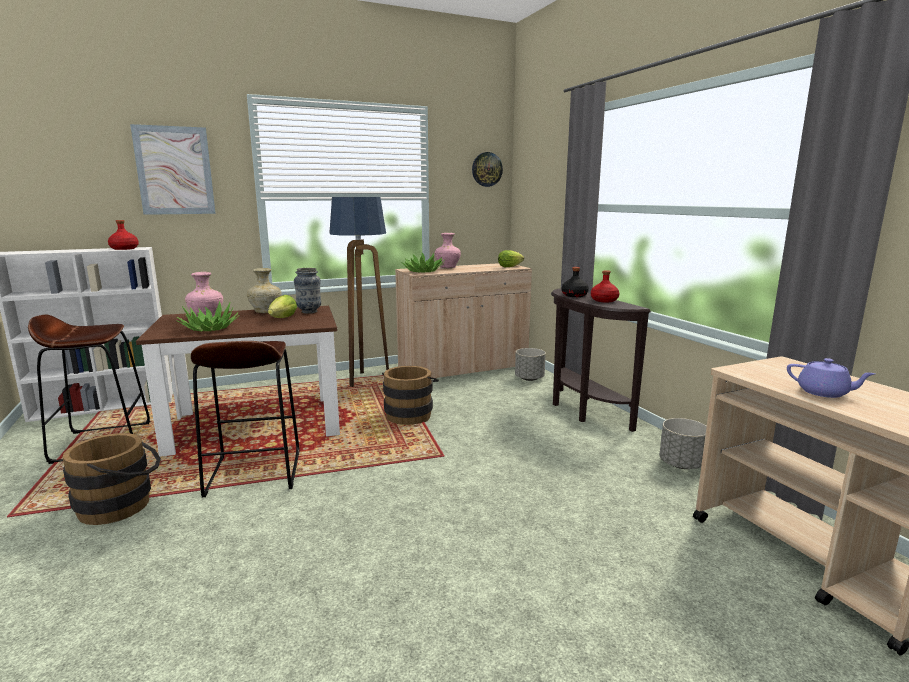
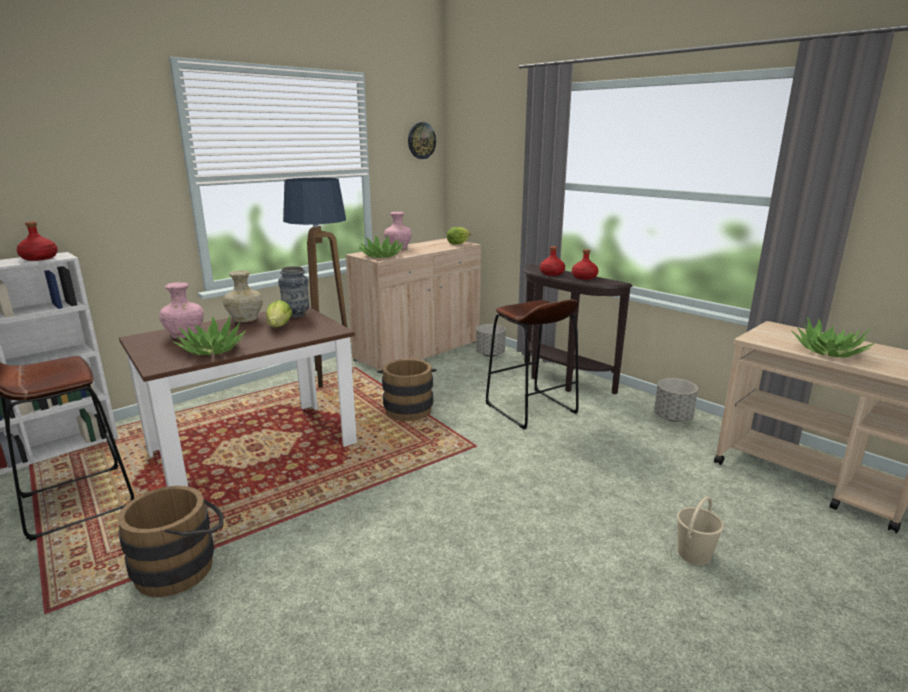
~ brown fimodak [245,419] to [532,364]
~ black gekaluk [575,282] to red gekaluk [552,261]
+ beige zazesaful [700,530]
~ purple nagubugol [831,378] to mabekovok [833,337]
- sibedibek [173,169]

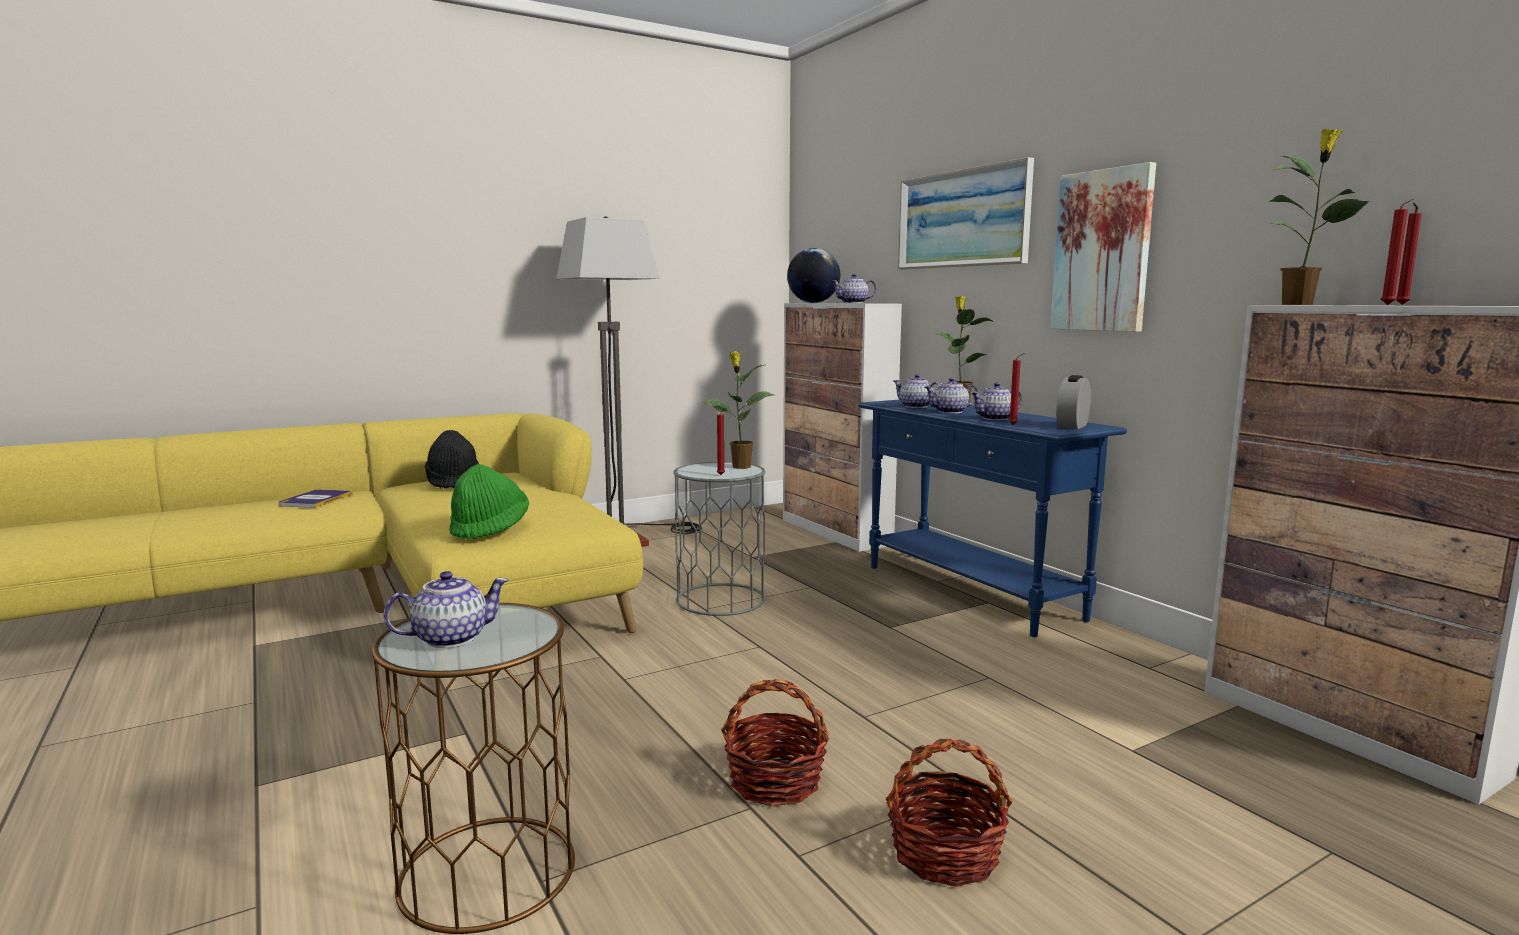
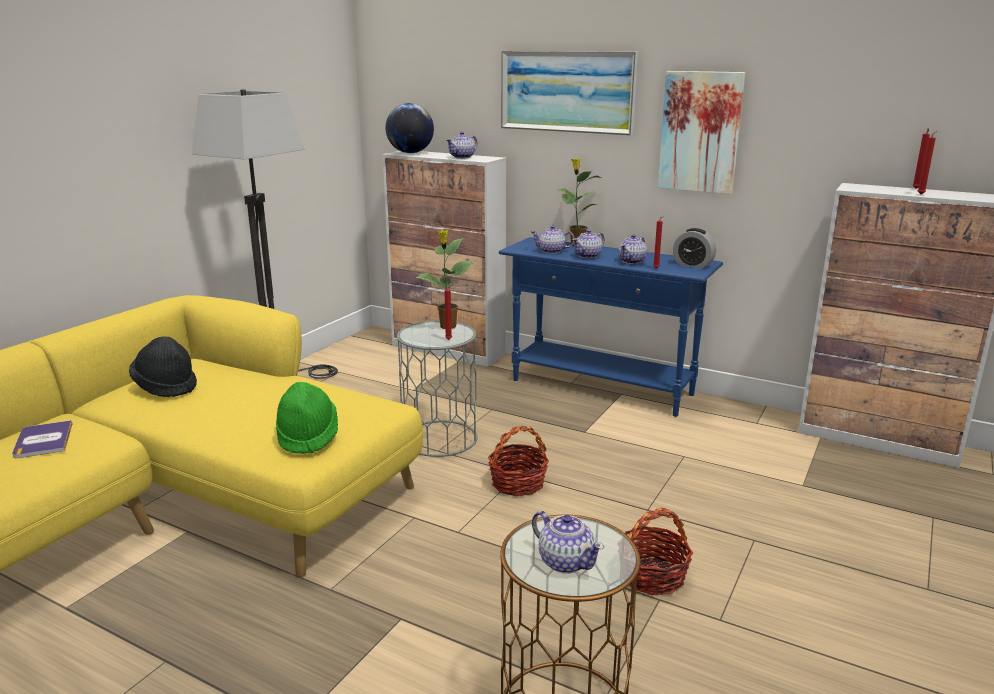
~ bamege [949,813] to [518,461]
~ nagubugol [446,609] = [568,542] 105 degrees clockwise
~ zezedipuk [1073,402] = [694,248] 60 degrees counterclockwise
- mabekovok [1319,217]

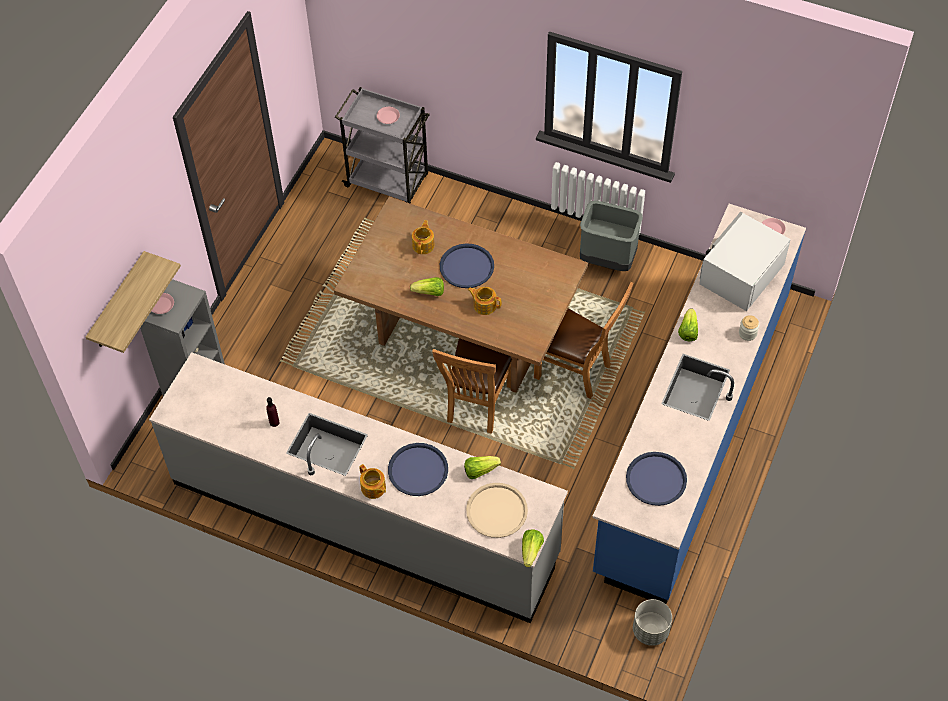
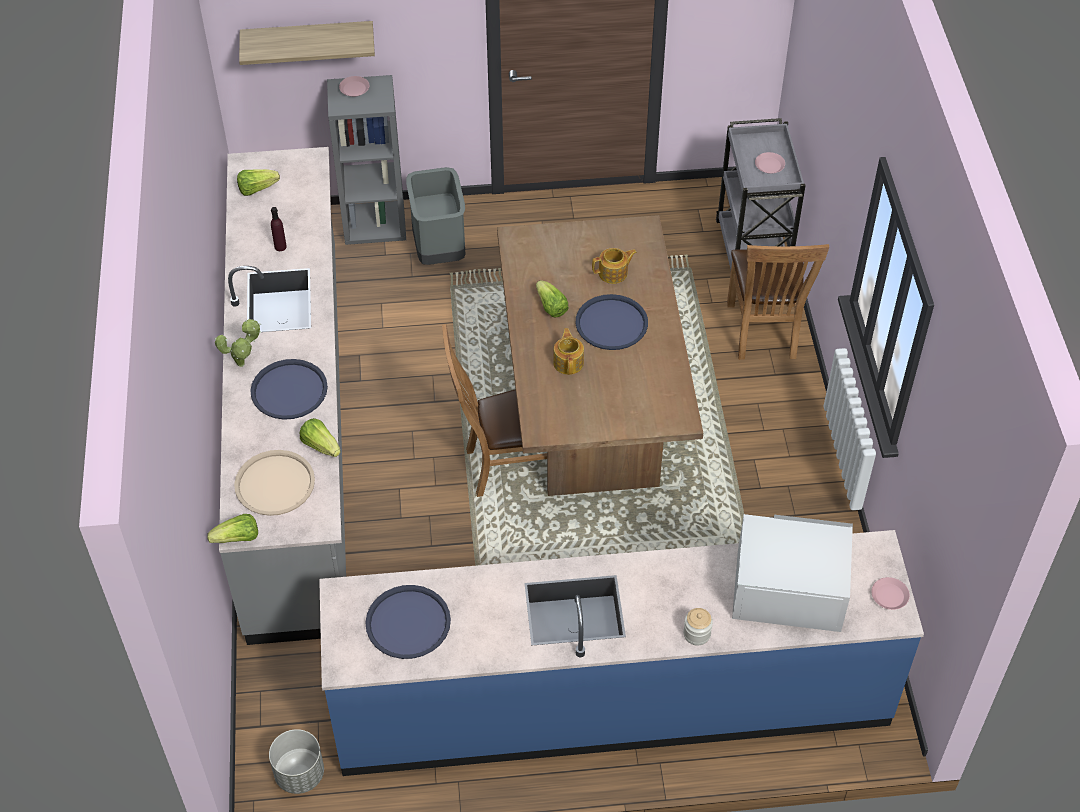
~ nagubugol [372,481] to mabekovok [237,343]
~ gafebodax [688,324] to [258,182]
~ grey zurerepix [611,236] to [435,216]
~ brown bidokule [583,340] to [778,302]

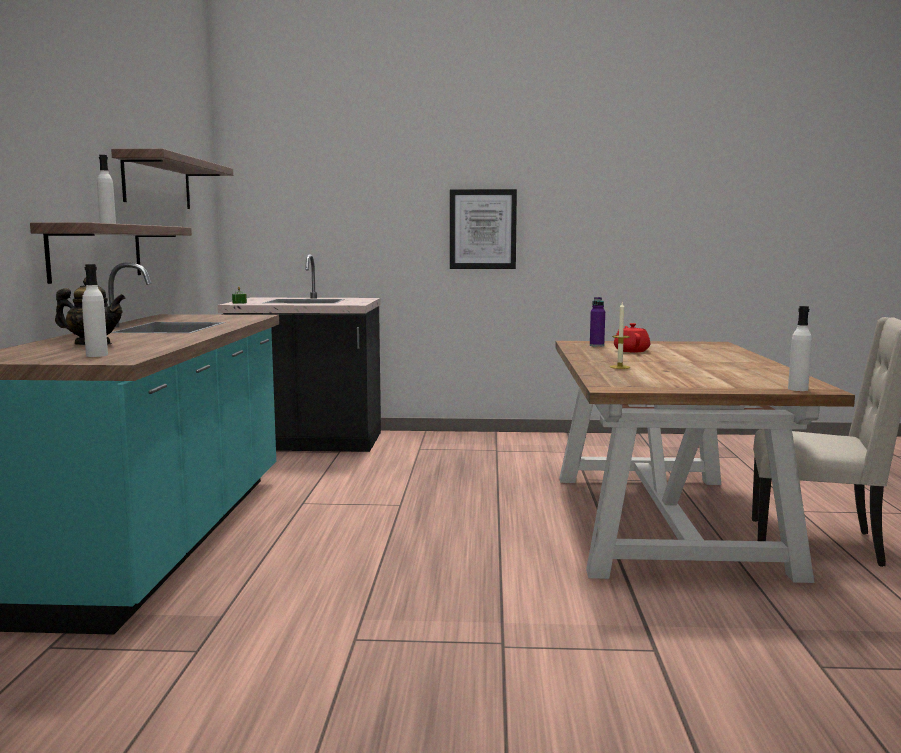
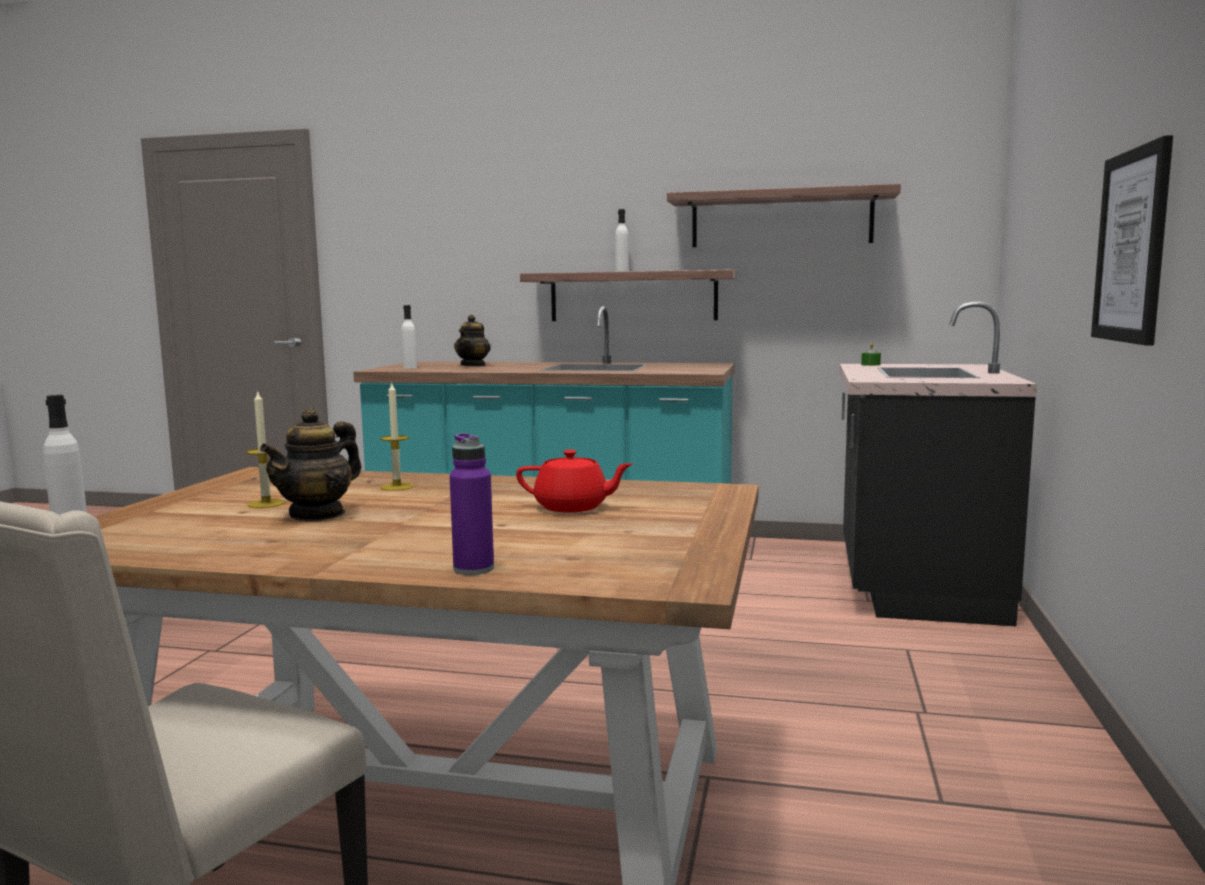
+ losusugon [265,449]
+ nagubugol [311,464]
~ purple gekaluk [597,322] to [472,504]

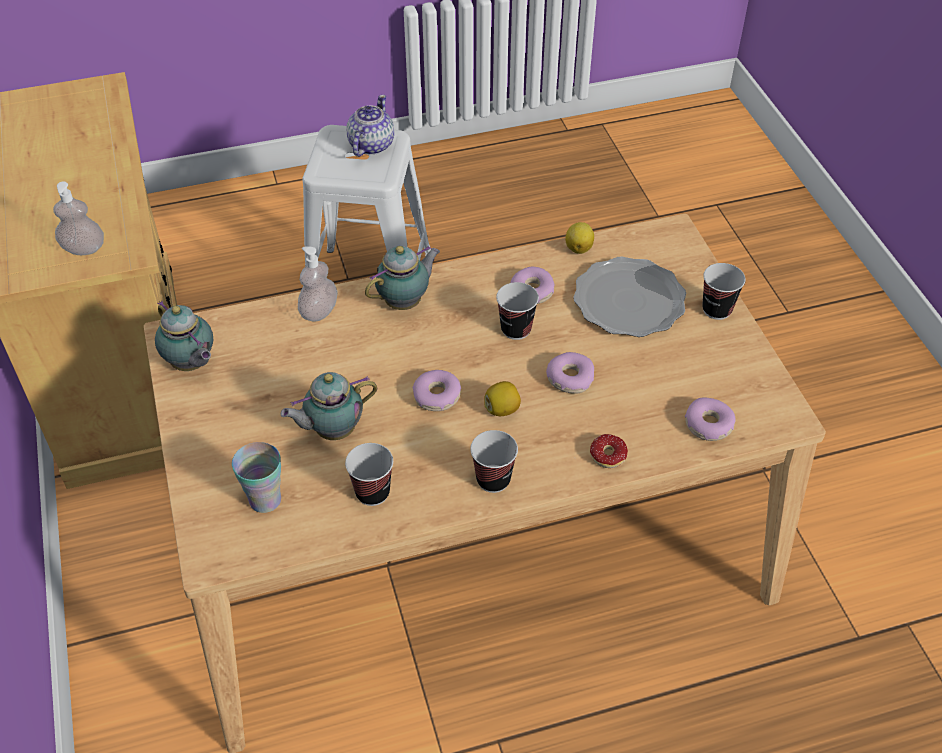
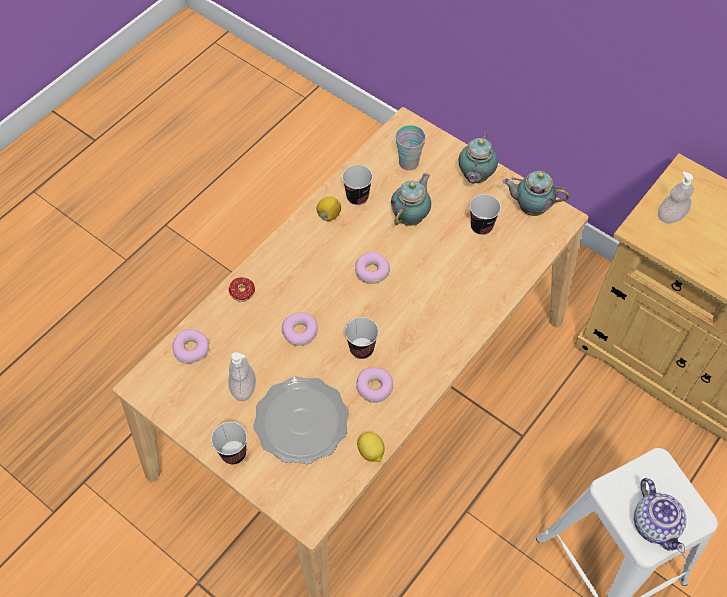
~ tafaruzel [317,284] to [242,376]
~ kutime [502,398] to [329,209]
~ nagubugol [402,278] to [478,157]
~ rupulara [494,461] to [485,214]

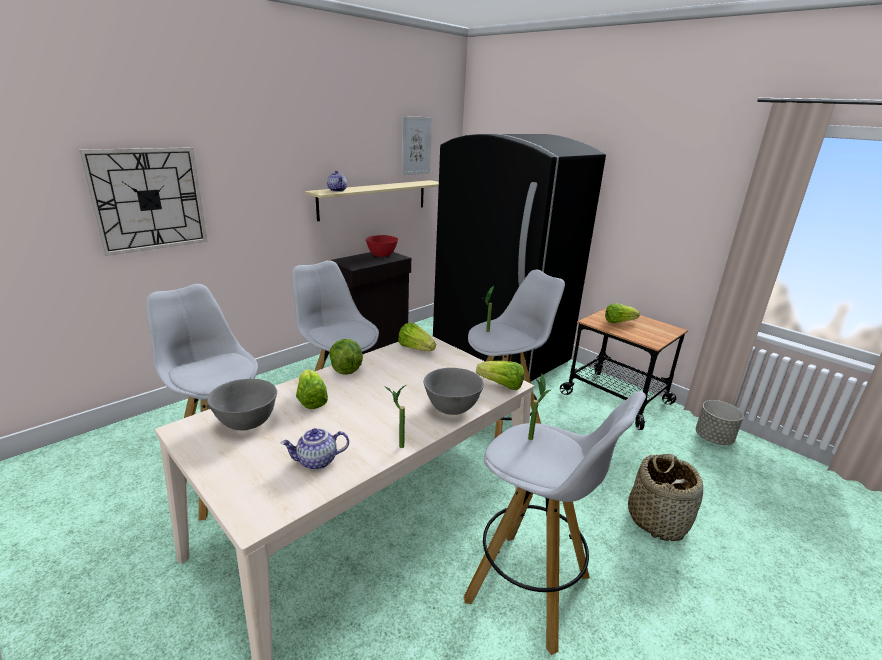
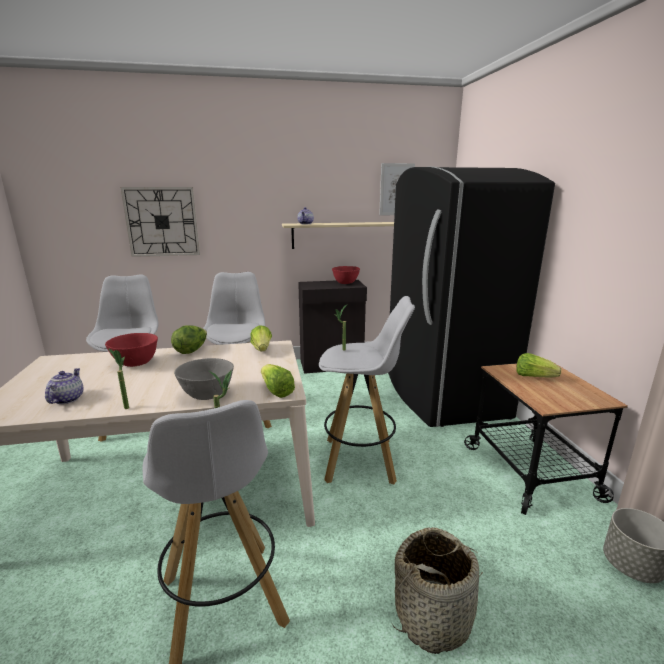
~ nagubugol [315,449] = [64,386] 75 degrees clockwise
~ gafebodax [312,389] to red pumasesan [131,350]
- grey pumasesan [242,404]

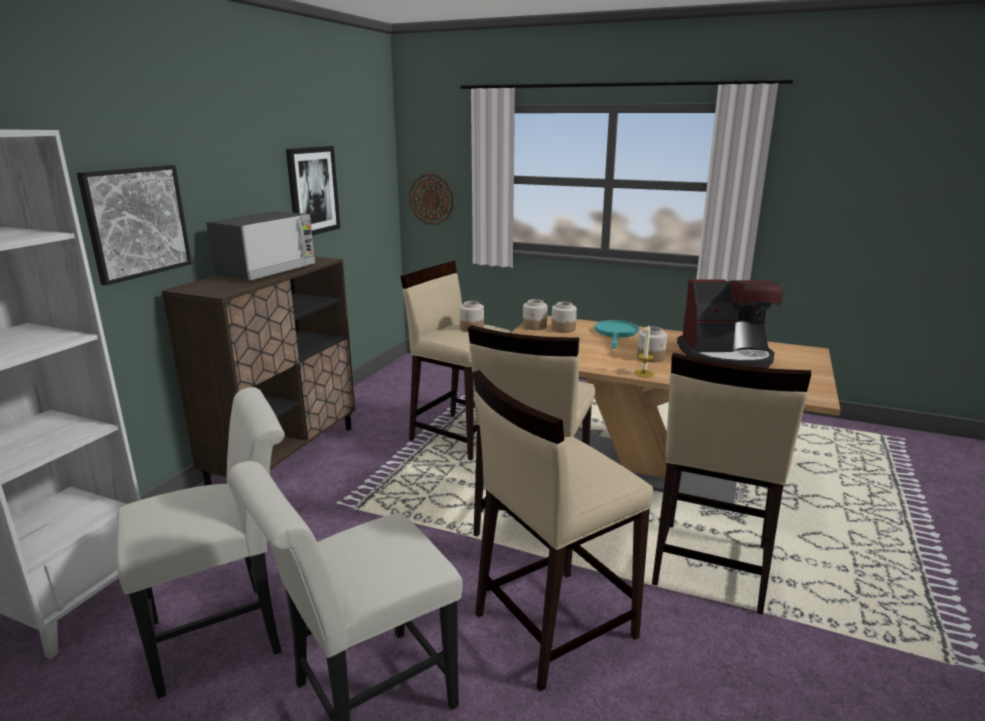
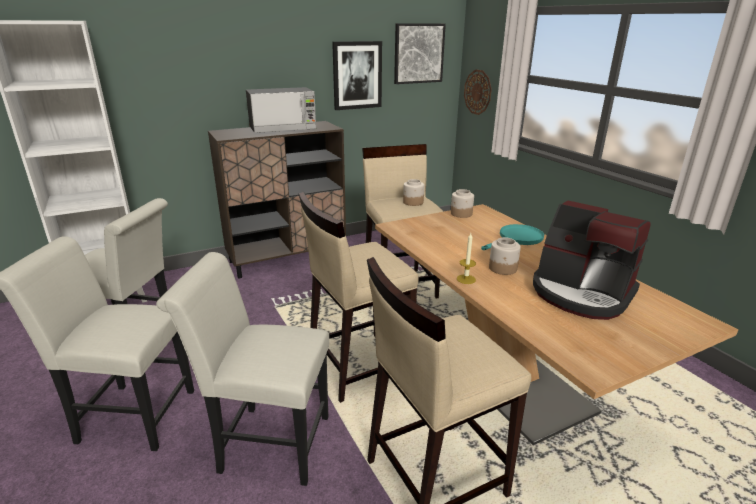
~ beige fimodak [562,531] to white bidokule [242,369]
~ sibedibek [134,225] to [420,53]
- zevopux [564,317]

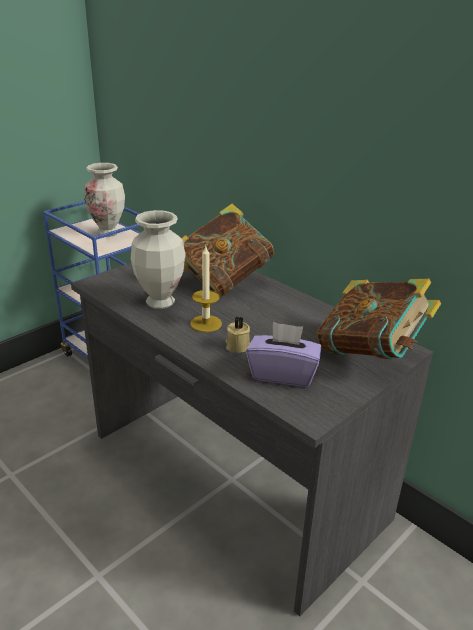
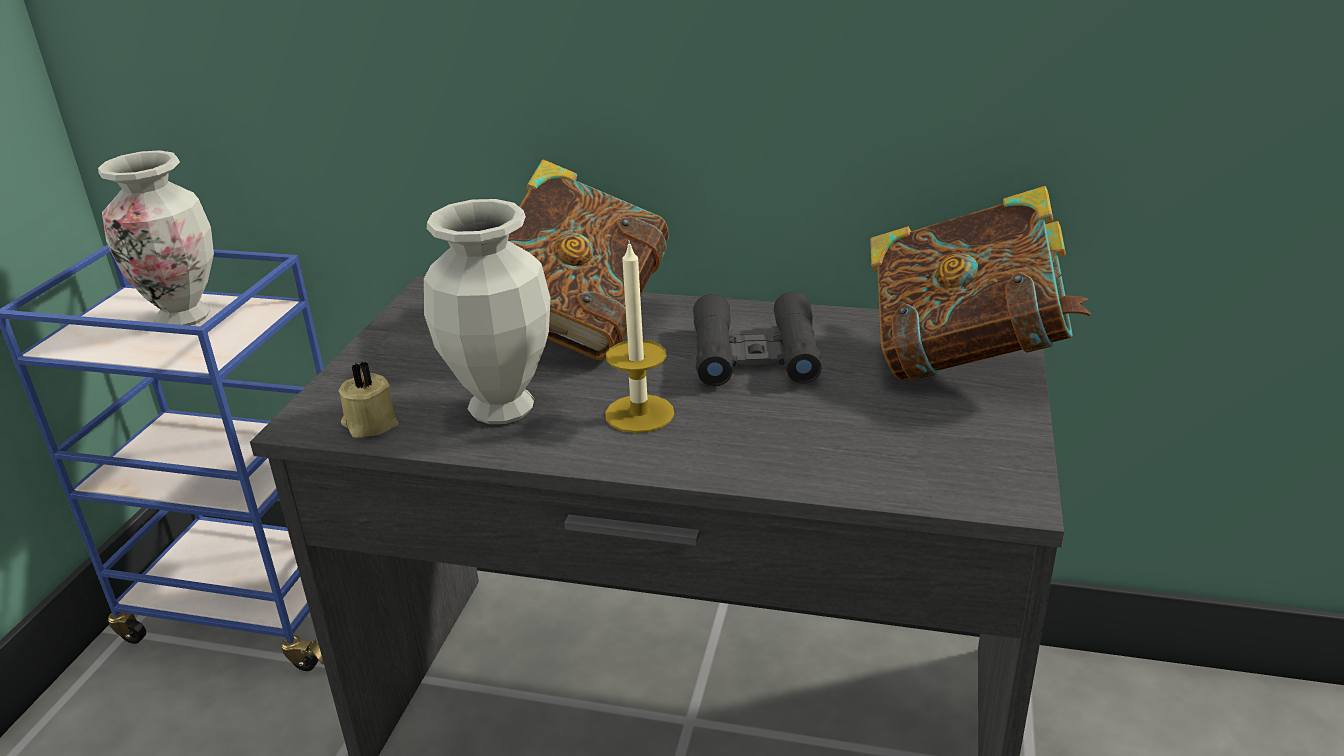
~ beige losusugon [237,334] to [368,399]
+ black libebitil [757,338]
- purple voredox [283,354]

